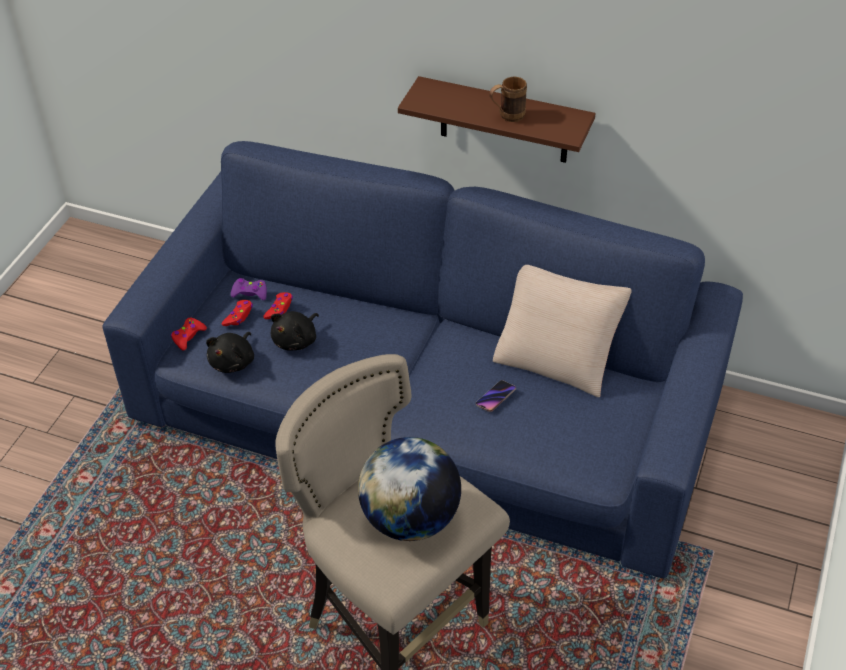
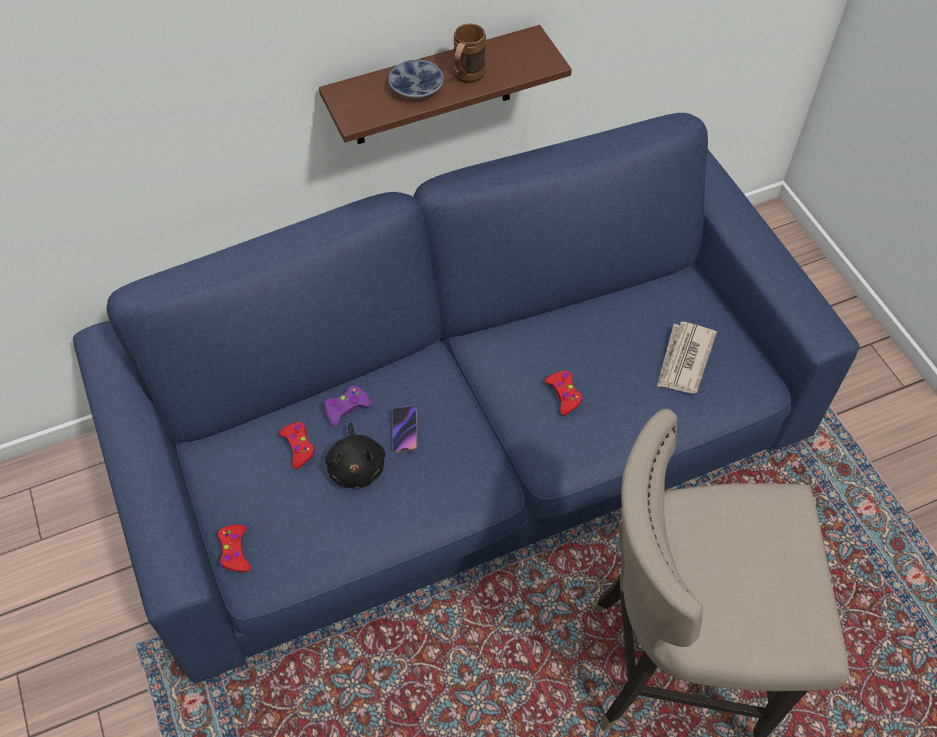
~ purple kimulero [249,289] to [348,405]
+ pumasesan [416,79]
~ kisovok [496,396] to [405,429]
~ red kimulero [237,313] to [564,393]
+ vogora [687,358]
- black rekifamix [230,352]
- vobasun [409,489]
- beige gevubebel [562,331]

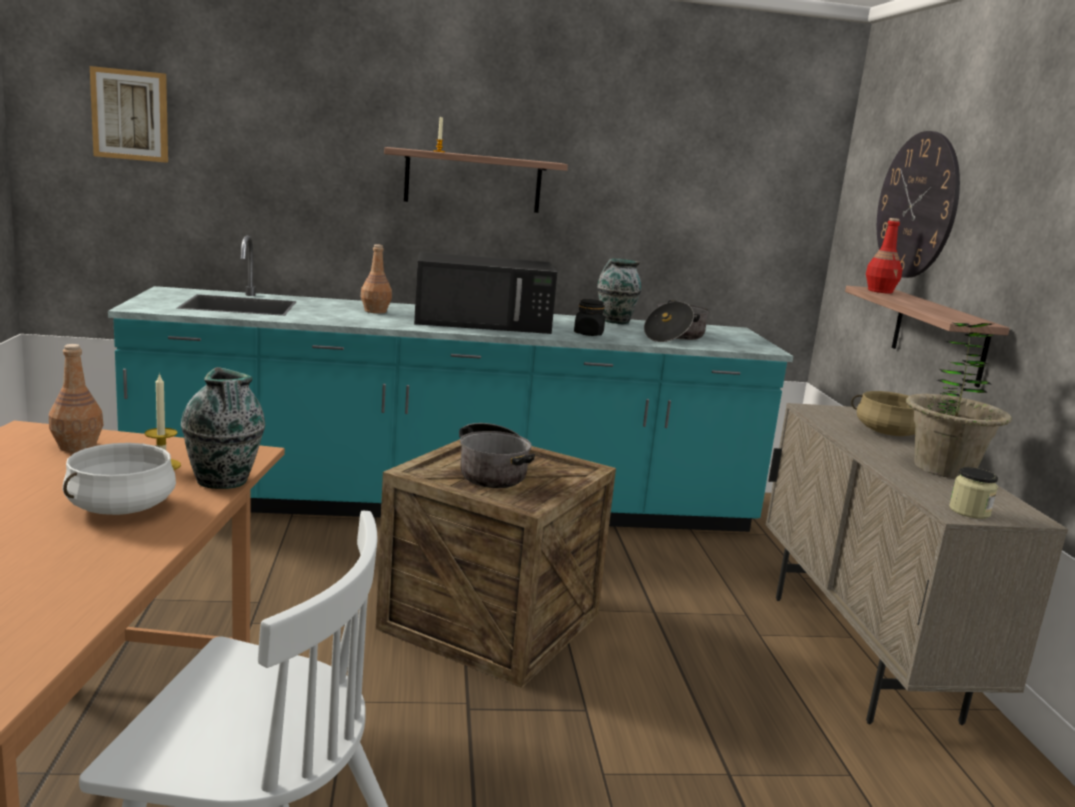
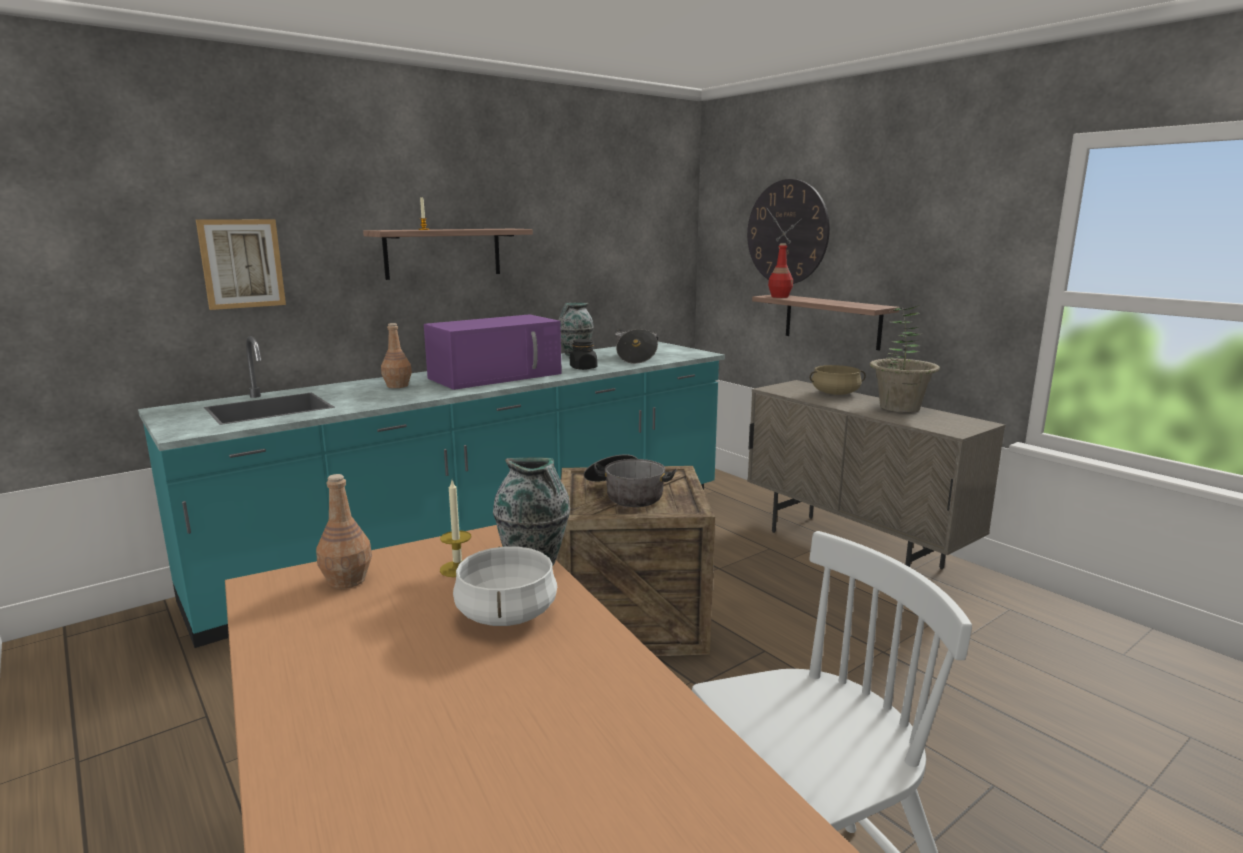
~ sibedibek [129,114] to [241,264]
~ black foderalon [485,293] to purple foderalon [493,352]
- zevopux [973,493]

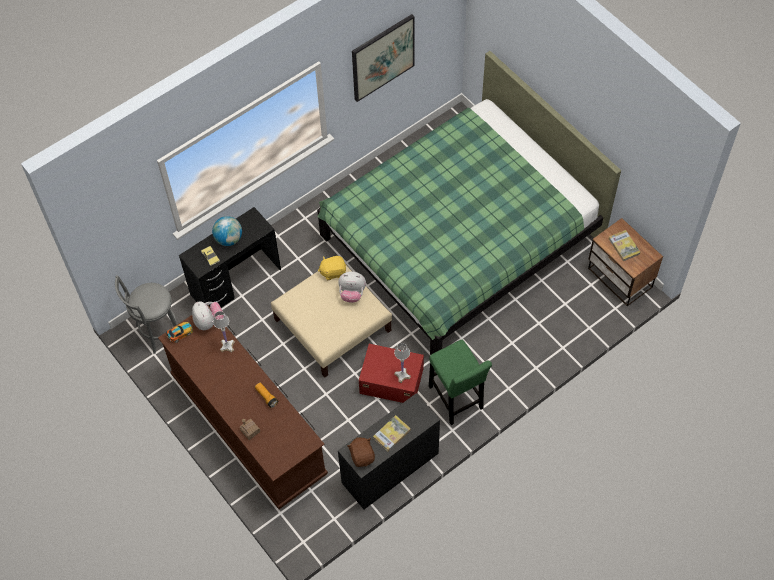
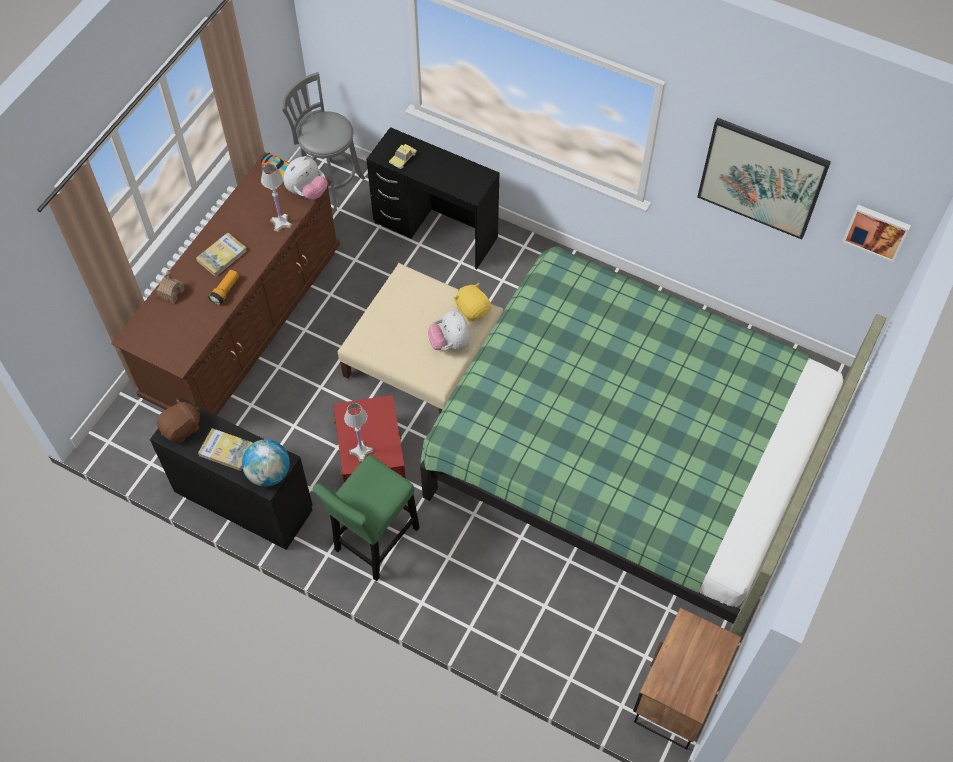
~ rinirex [625,245] to [221,255]
~ vobasun [227,231] to [266,463]
+ sibedibek [877,233]

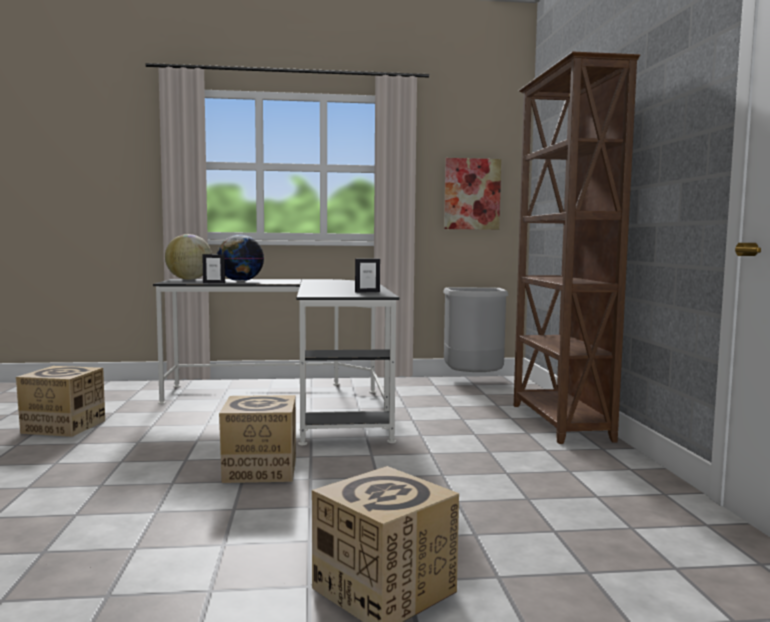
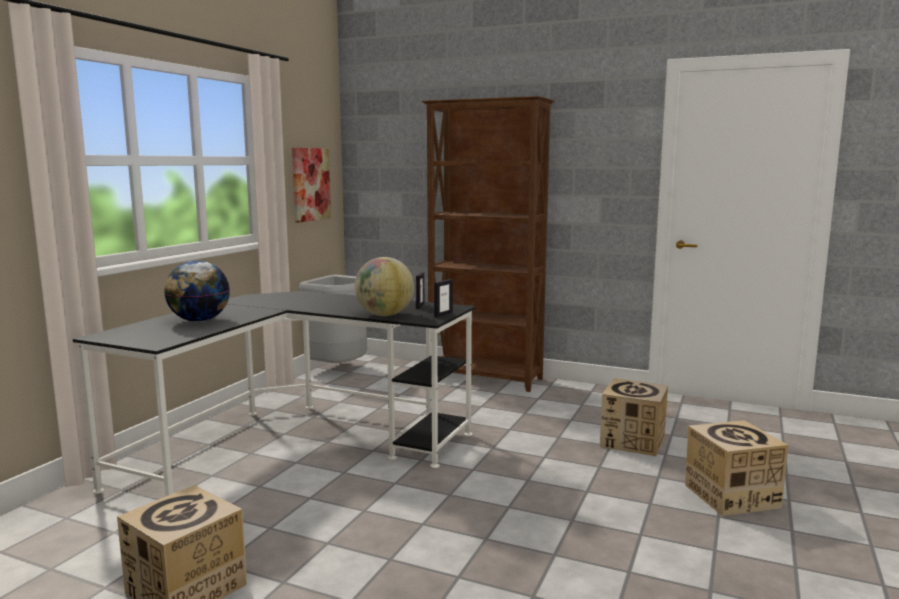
~ vobasun [188,257] to [384,286]
~ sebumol [213,269] to [443,298]
~ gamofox [257,439] to [634,417]

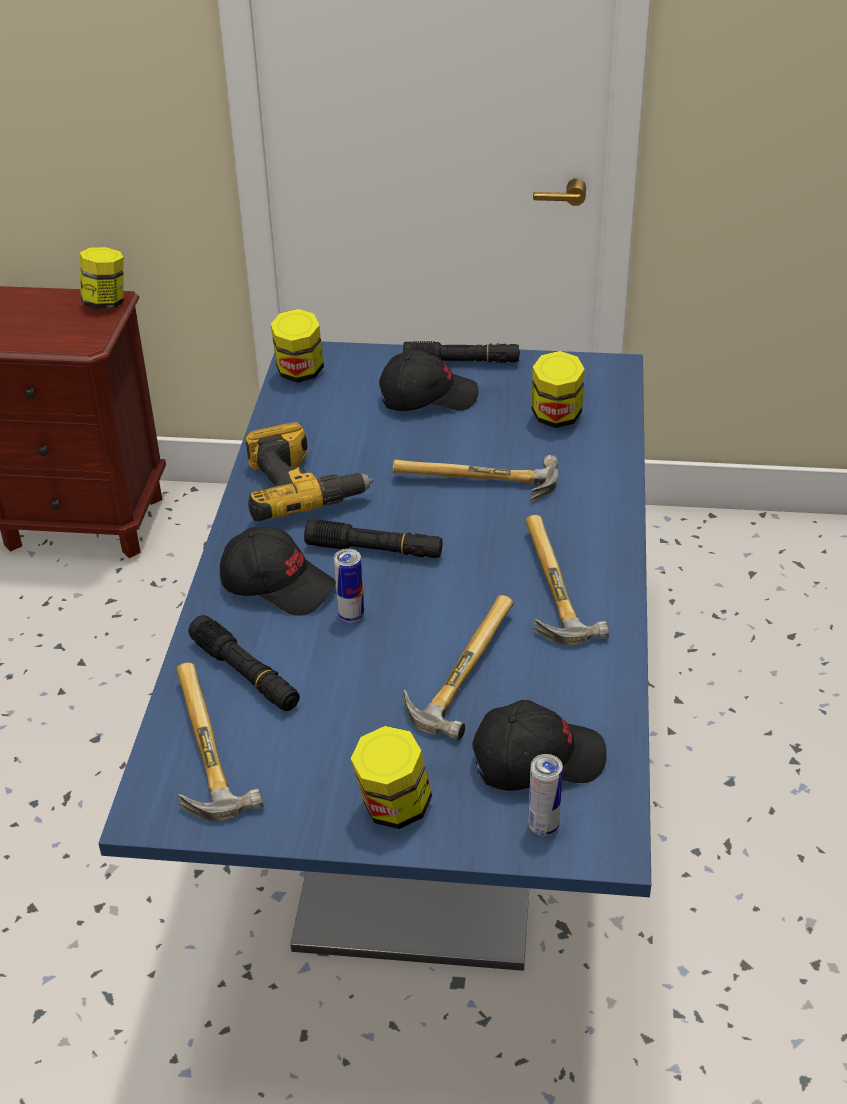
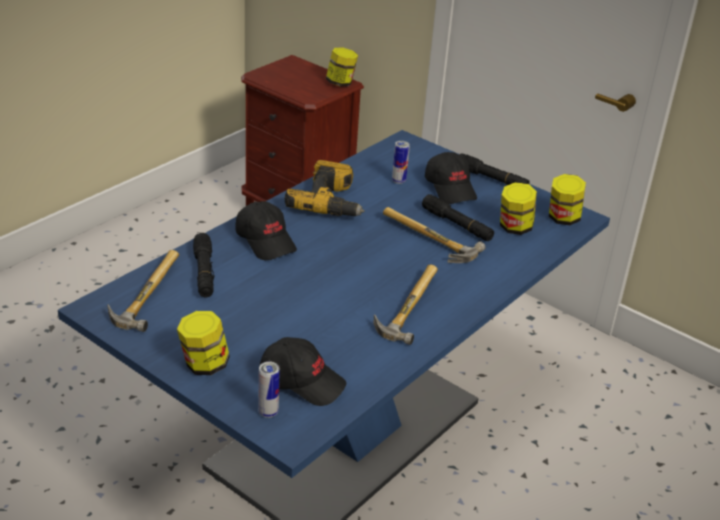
~ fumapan [349,586] to [401,162]
~ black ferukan [373,538] to [458,217]
~ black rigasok [429,380] = [451,178] 45 degrees clockwise
~ zevopux [297,346] to [567,199]
- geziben [459,667]

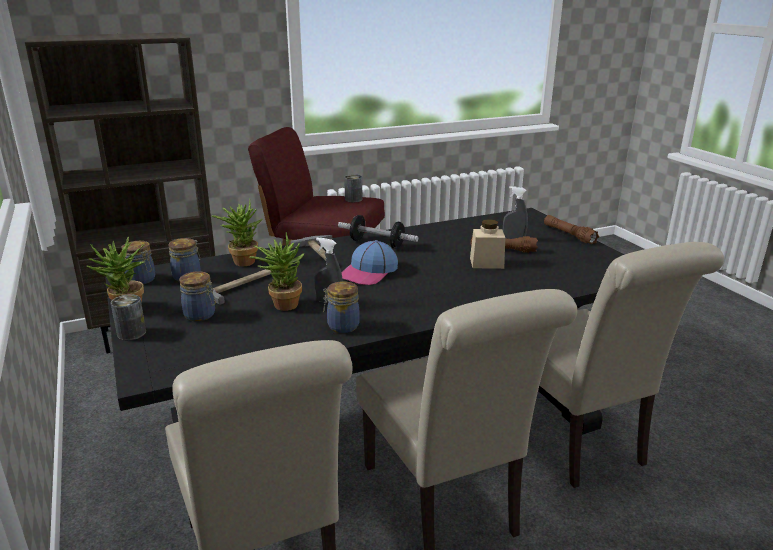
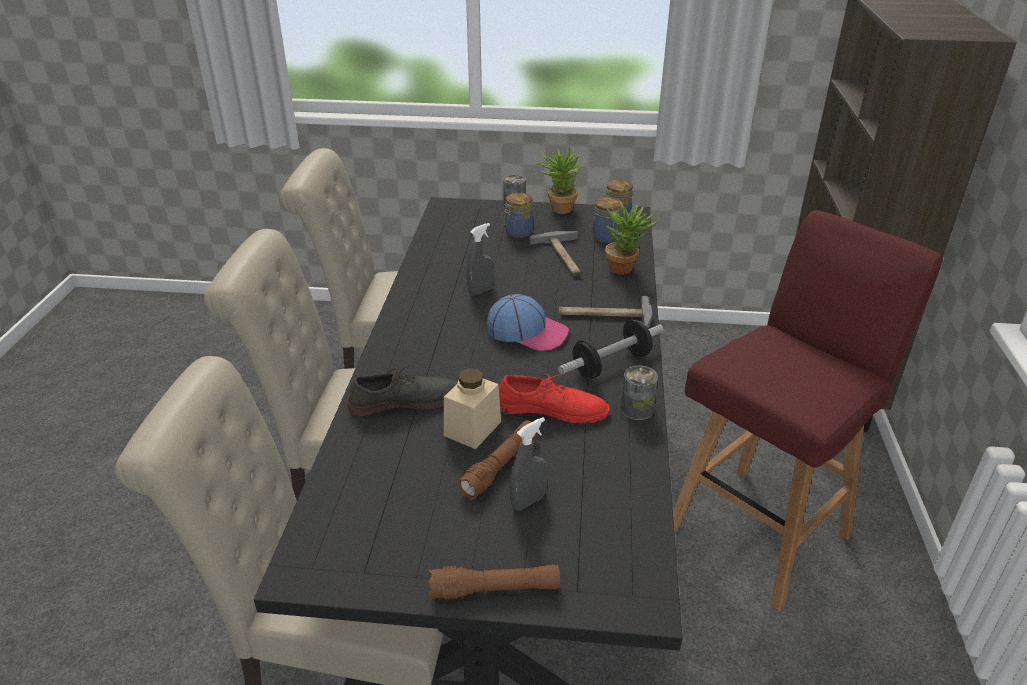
+ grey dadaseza [402,390]
~ rigasok [369,262] = [528,322] 135 degrees clockwise
+ red dadaseza [554,399]
~ fumapan [353,188] to [639,392]
- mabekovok [276,271]
- zevopux [341,307]

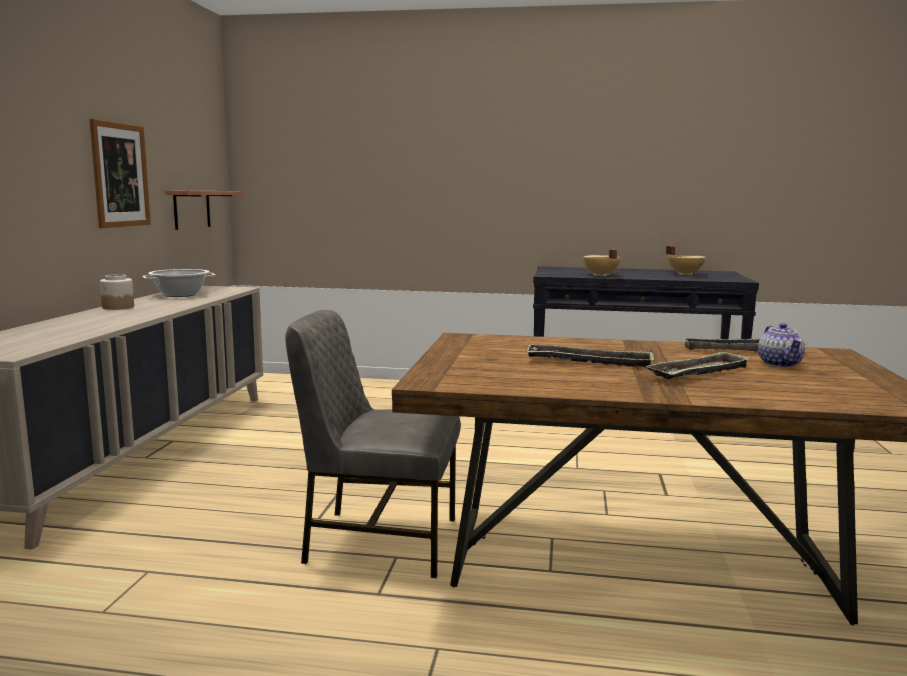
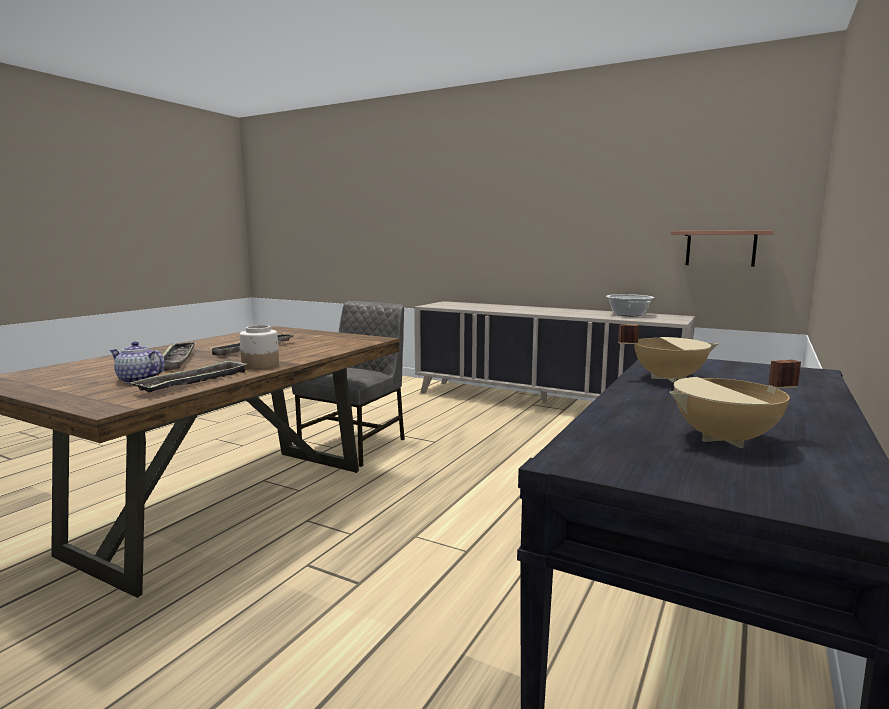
~ zevopux [117,292] to [259,347]
- sibedibek [120,173]

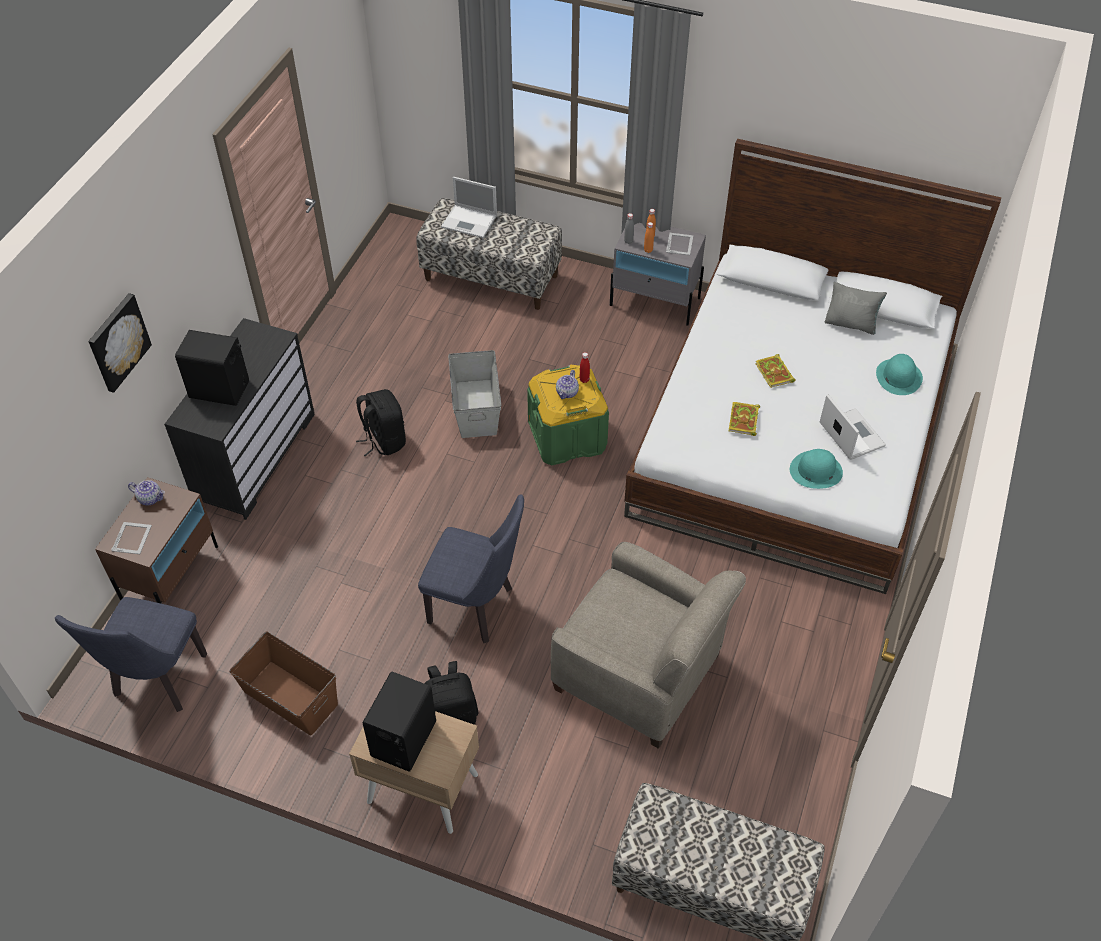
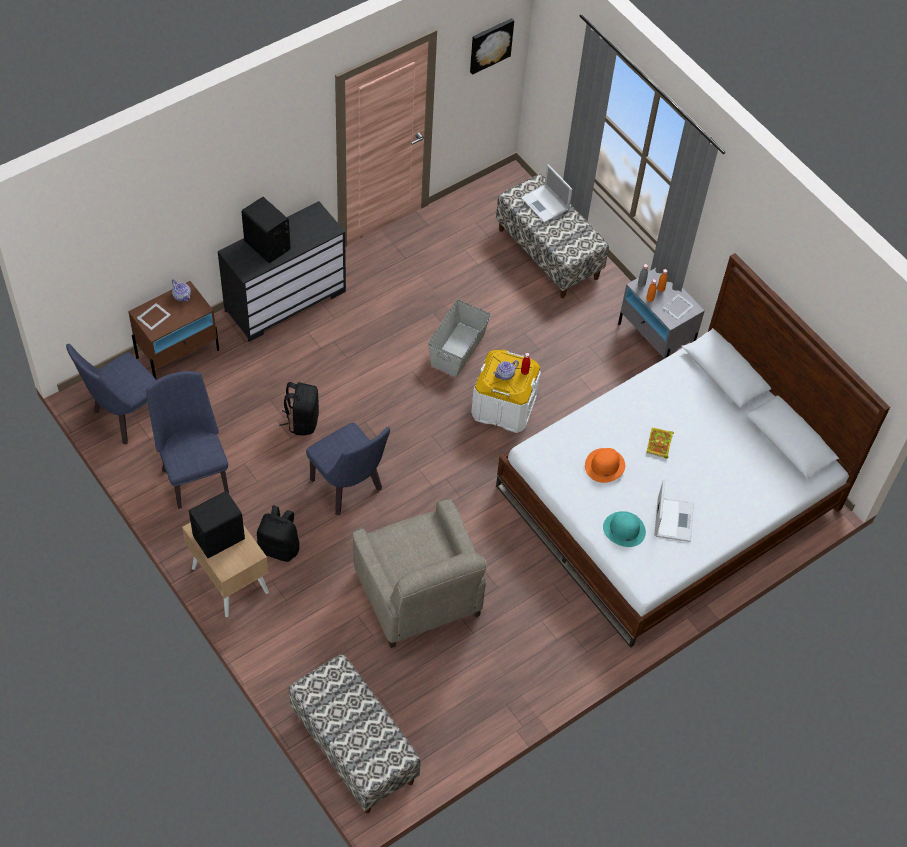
~ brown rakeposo [283,684] to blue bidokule [187,440]
~ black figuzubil [381,422] to [299,408]
~ sibedibek [120,343] to [492,46]
~ green rakeposo [568,415] to white rakeposo [506,391]
~ rinirex [744,419] to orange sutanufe [605,465]
- grey gevubebel [856,308]
- turquoise sutanufe [899,374]

